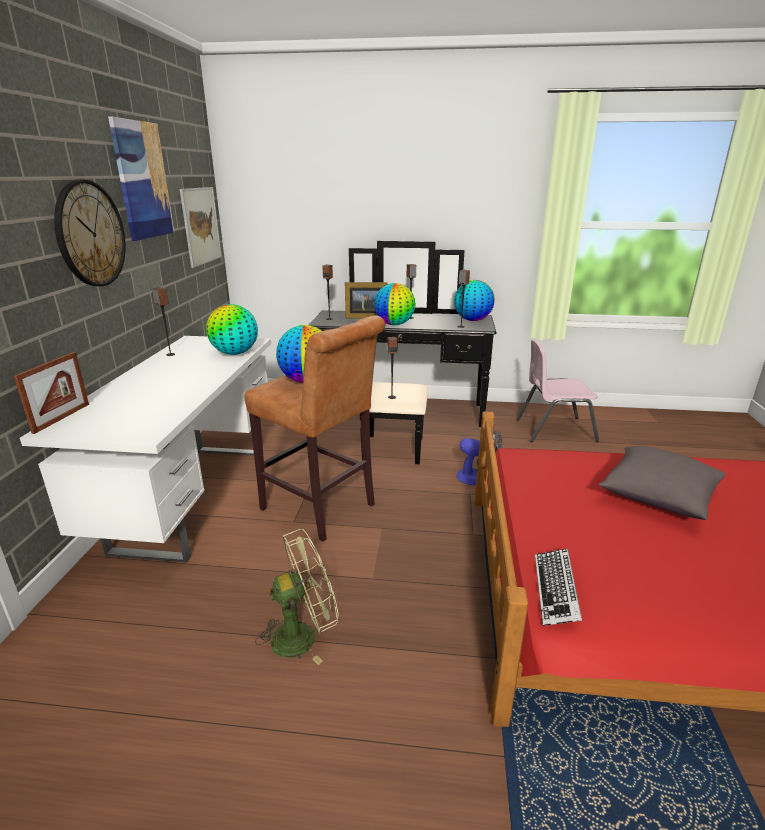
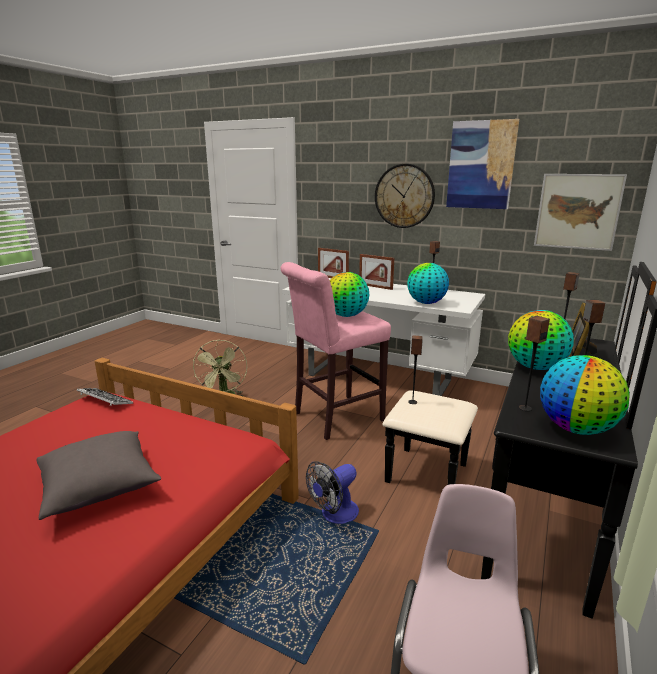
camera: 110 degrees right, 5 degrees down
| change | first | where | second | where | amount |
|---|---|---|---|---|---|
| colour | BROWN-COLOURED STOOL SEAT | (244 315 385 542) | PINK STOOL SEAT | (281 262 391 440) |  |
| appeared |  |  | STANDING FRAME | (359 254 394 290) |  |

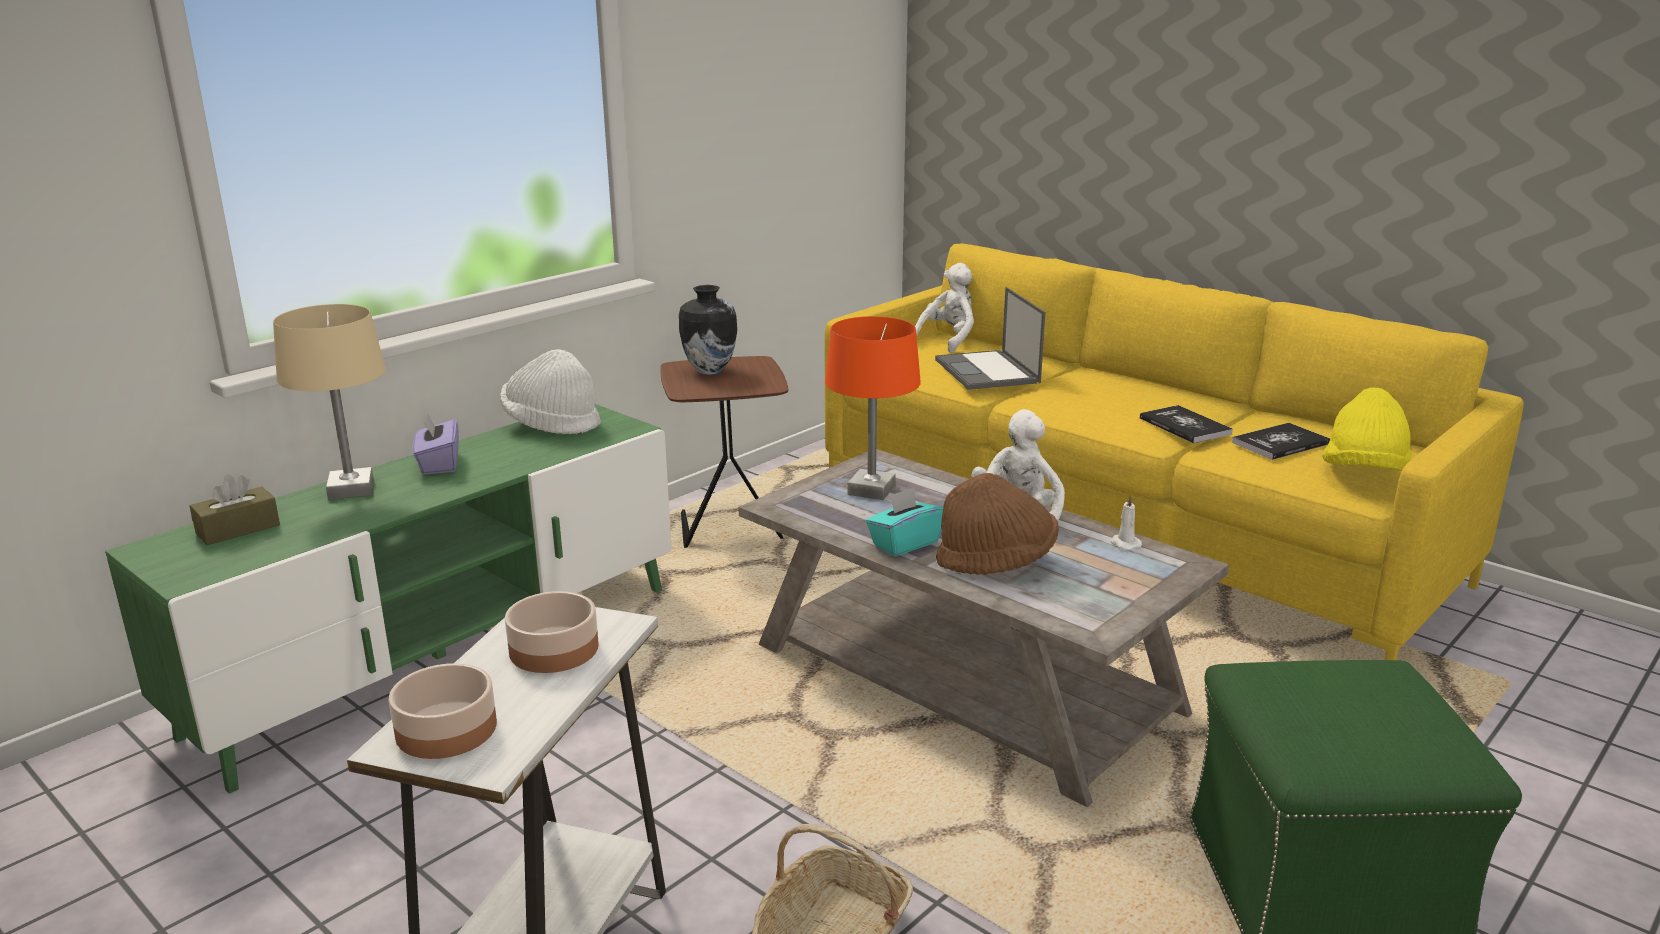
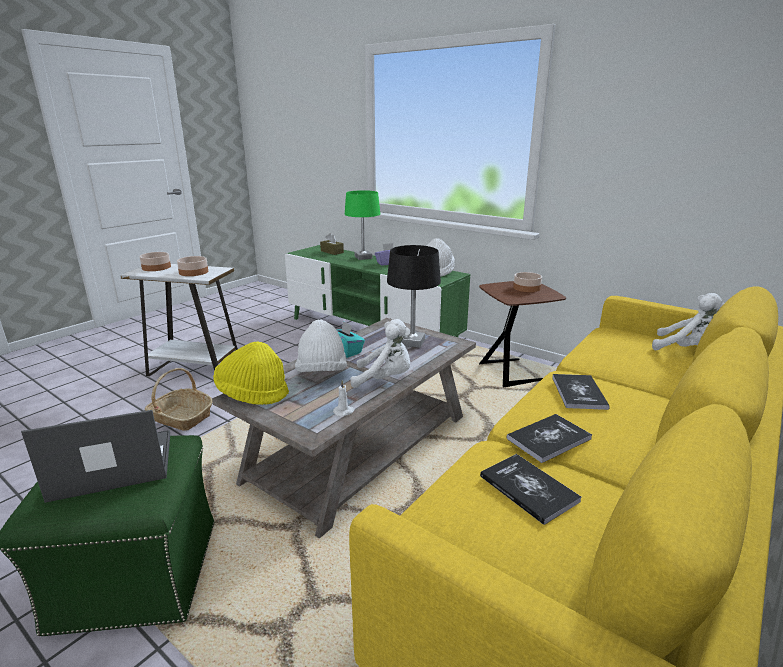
camera: 85 degrees right, 0 degrees up
| change | first | where | second | where | amount |
|---|---|---|---|---|---|
| colour | SAND-COLOURED TABLETOP LAMP | (273 304 386 500) | GREEN TABLETOP LAMP | (345 190 380 260) |  |
| exchanged | FLOWER VASE | (679 285 737 375) | SERVING BOWL | (513 272 542 292) |  |
| colour | ORANGE-COLOURED TABLETOP LAMP | (825 316 921 500) | BLACK TABLETOP LAMP | (387 245 441 348) |  |
| relocated | PORTABLE COMPUTER | (935 287 1045 390) |  | (21 410 170 503) |  |
| colour | BROWN-COLOURED WEARABLE HAT | (936 473 1059 575) | WHITE-COLOURED WEARABLE HAT | (295 319 347 372) |  |
| relocated | YELLOWISH WEARABLE HAT | (1322 387 1412 471) |  | (213 341 289 405) |  |
| appeared |  |  | VOLUME | (552 374 610 410) |  |

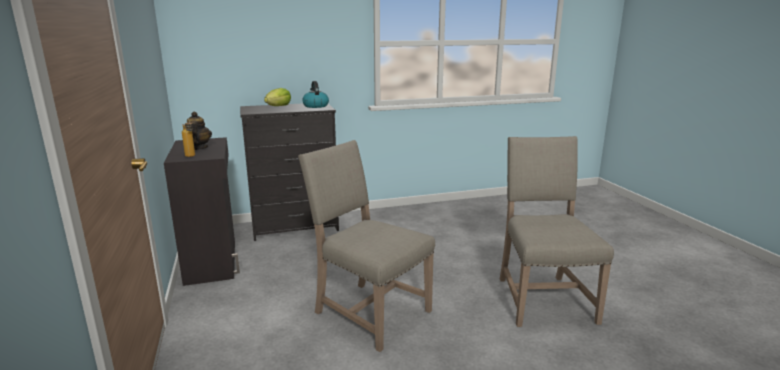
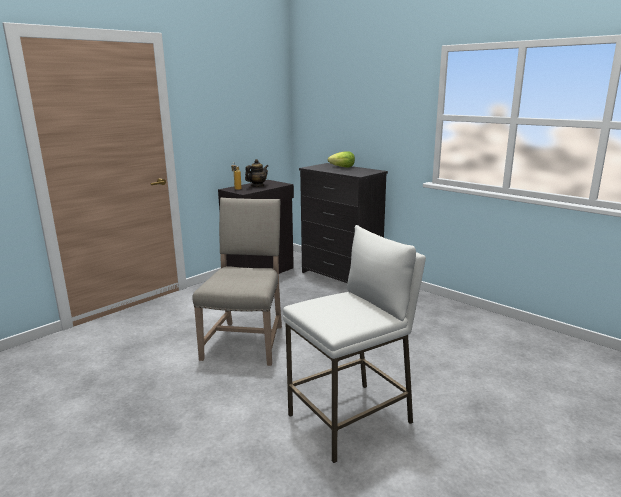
camera: 60 degrees right, 0 degrees up
| change | first | where | second | where | amount |
|---|---|---|---|---|---|
| missing | TEA KETTLE | (302 81 329 108) |  |  |  |
| exchanged | SAND-COLOURED UPRIGHT CHAIR | (500 136 614 327) | WHITE-COLOURED STOOL SEAT | (283 225 426 463) |  |

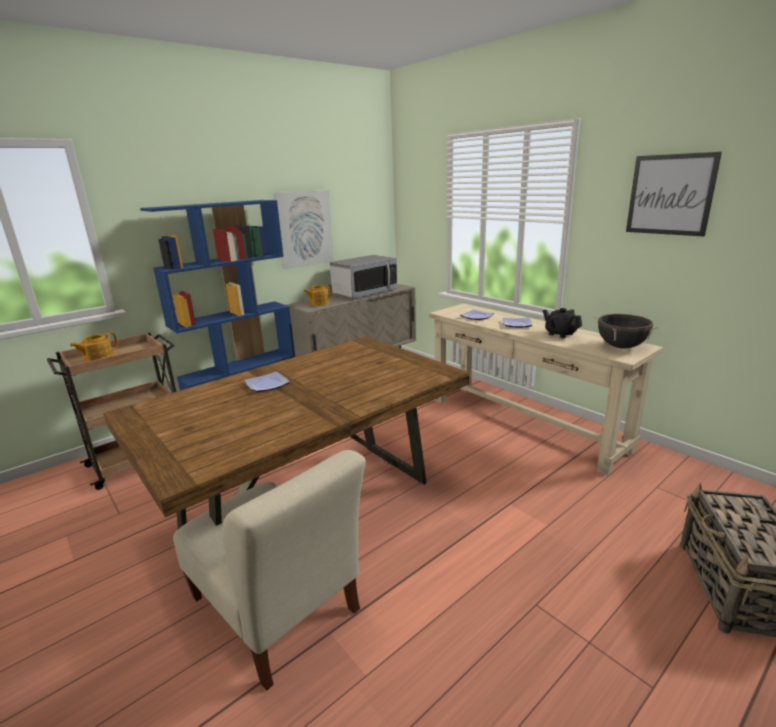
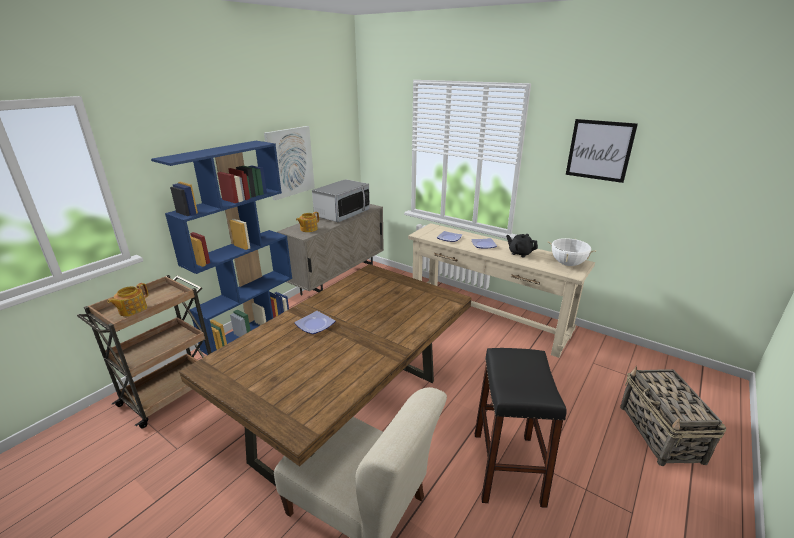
camera: 15 degrees left, 5 degrees up
| change | first | where | second | where | amount |
|---|---|---|---|---|---|
| colour | BLACK STOCKPOT | (594 314 659 349) | WHITE-COLOURED STOCKPOT | (548 238 596 266) |  |
| appeared |  |  | BLACK STOOL SEAT | (475 348 567 508) |  |

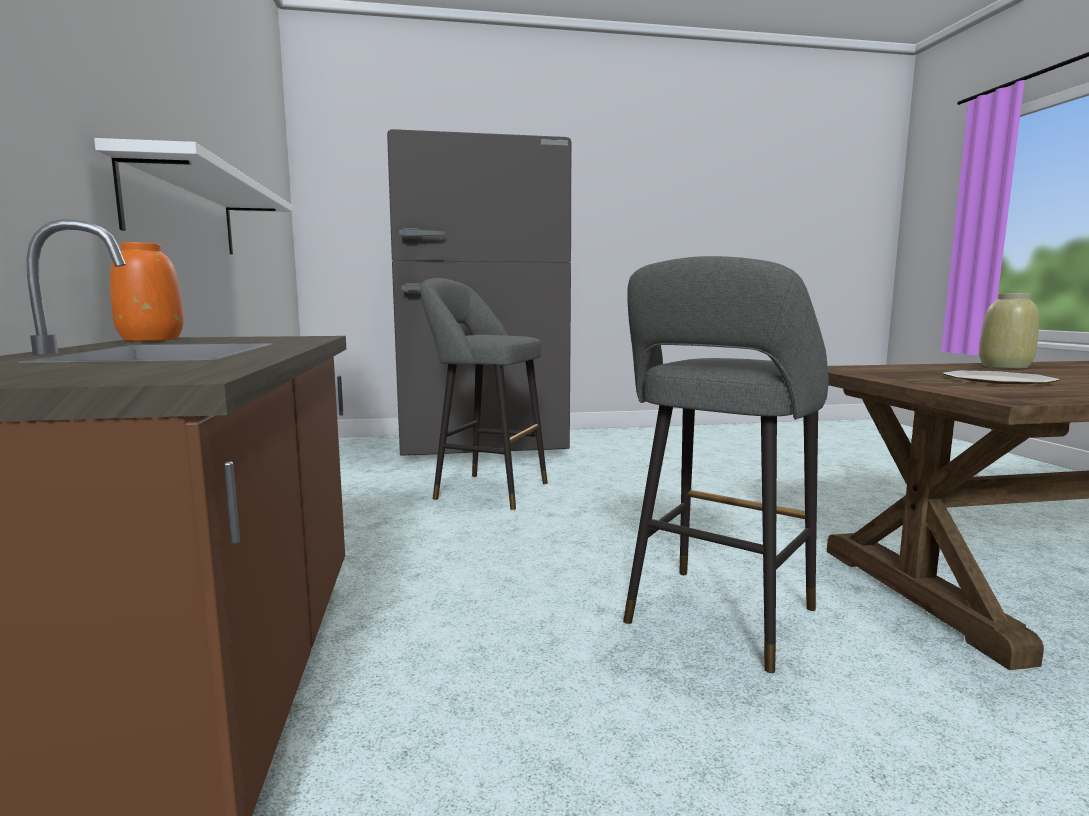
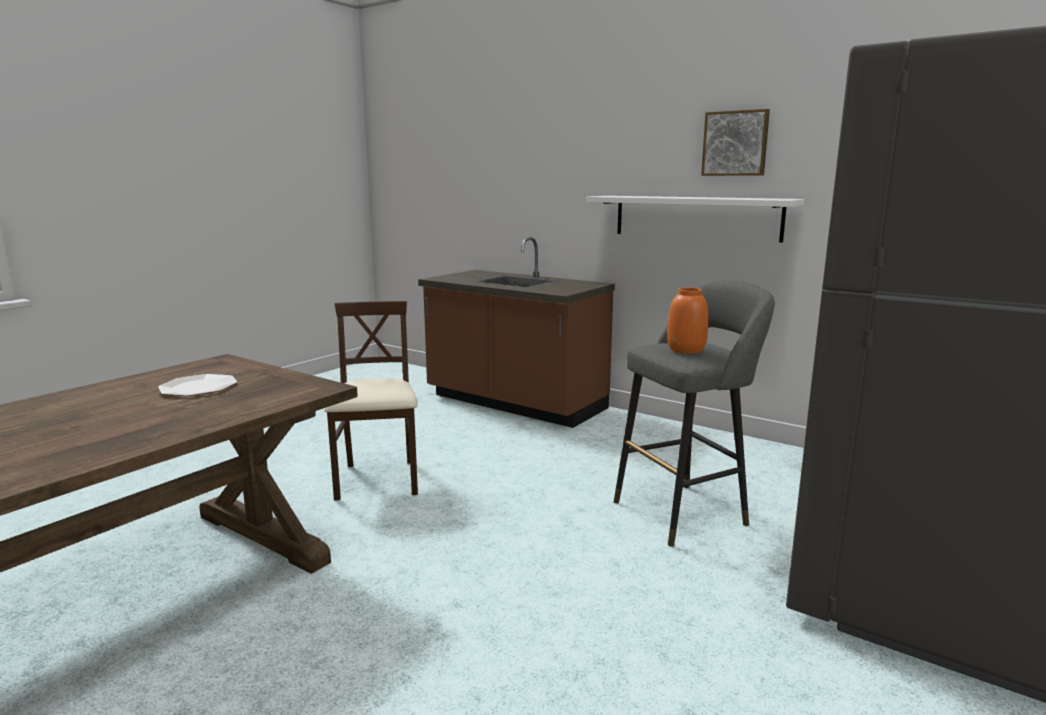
camera: 135 degrees right, 5 degrees up
| change | first | where | second | where | amount |
|---|---|---|---|---|---|
| relocated | ORANGE-COLOURED FLOWER VASE | (110 242 183 341) |  | (667 288 708 354) |  |
| exchanged | GRAY STOOL SEAT | (623 256 829 673) | SAND-COLOURED UPRIGHT CHAIR | (324 301 418 501) |  |
| missing | SAND-COLOURED FLOWER VASE | (979 293 1039 369) |  |  |  |
| appeared |  |  | PICTURE | (701 109 770 176) |  |

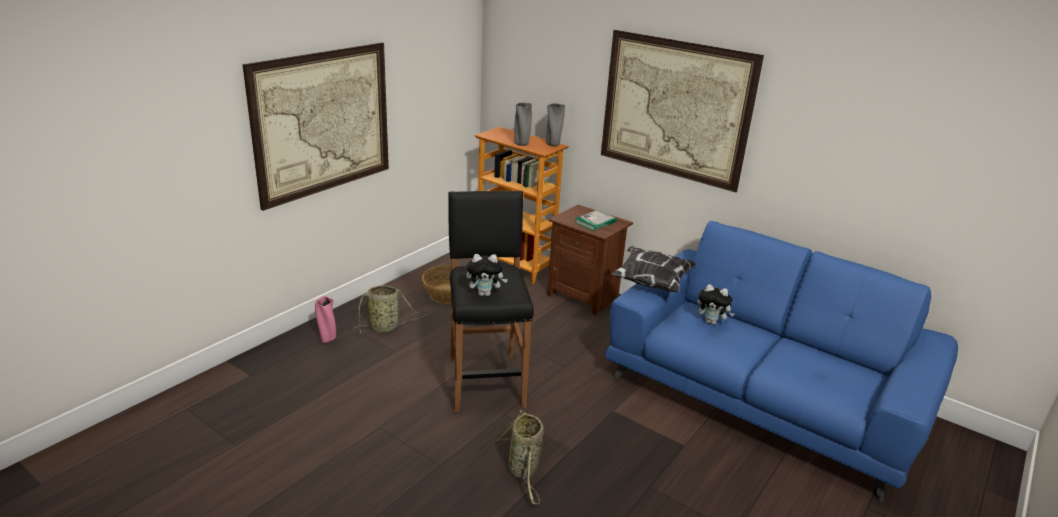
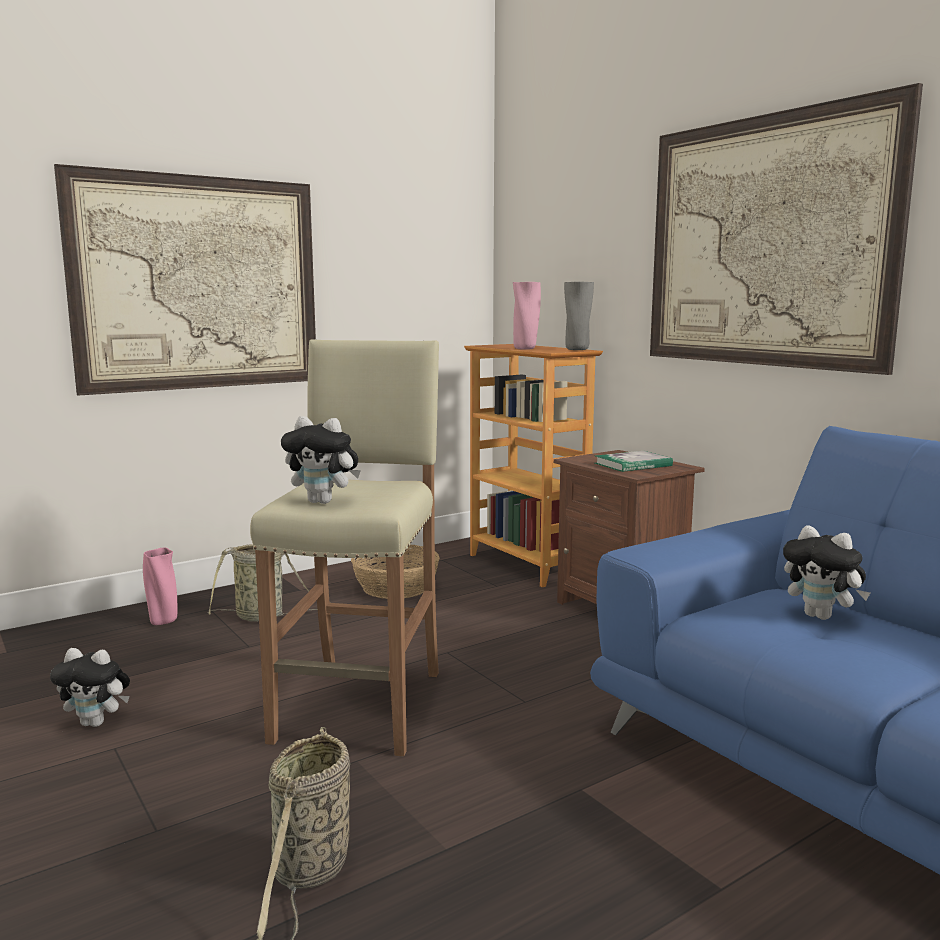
camera: 20 degrees right, 15 degrees down
| change | first | where | second | where | amount |
|---|---|---|---|---|---|
| colour | BLACK STOOL SEAT | (448 191 534 412) | SAND-COLOURED STOOL SEAT | (250 339 439 757) |  |
| colour | GRAY FLOWER VASE | (514 103 532 146) | PINK FLOWER VASE | (513 282 541 350) |  |
| missing | THROW PILLOW | (611 246 696 292) |  |  |  |
| appeared |  |  | PLUSH TOY | (50 648 130 727) |  |

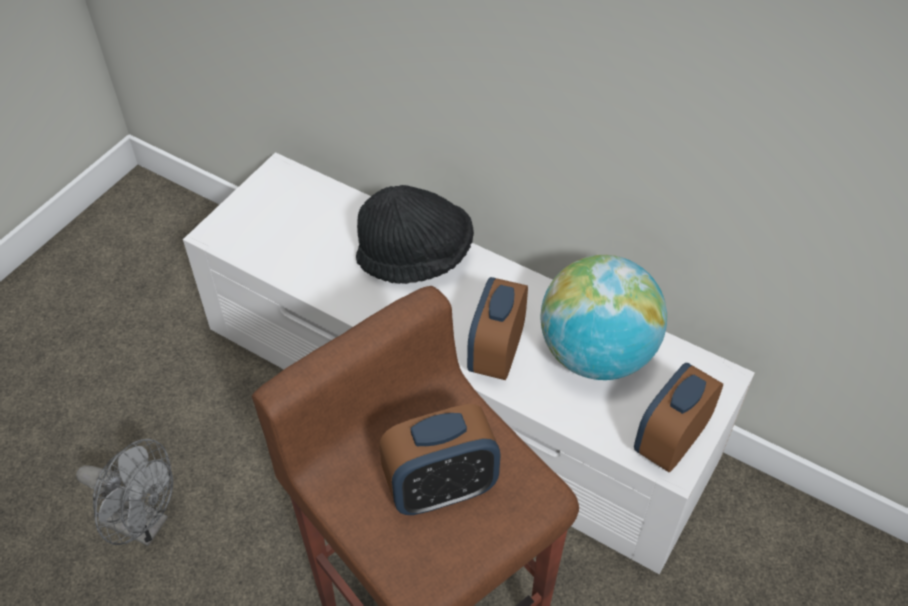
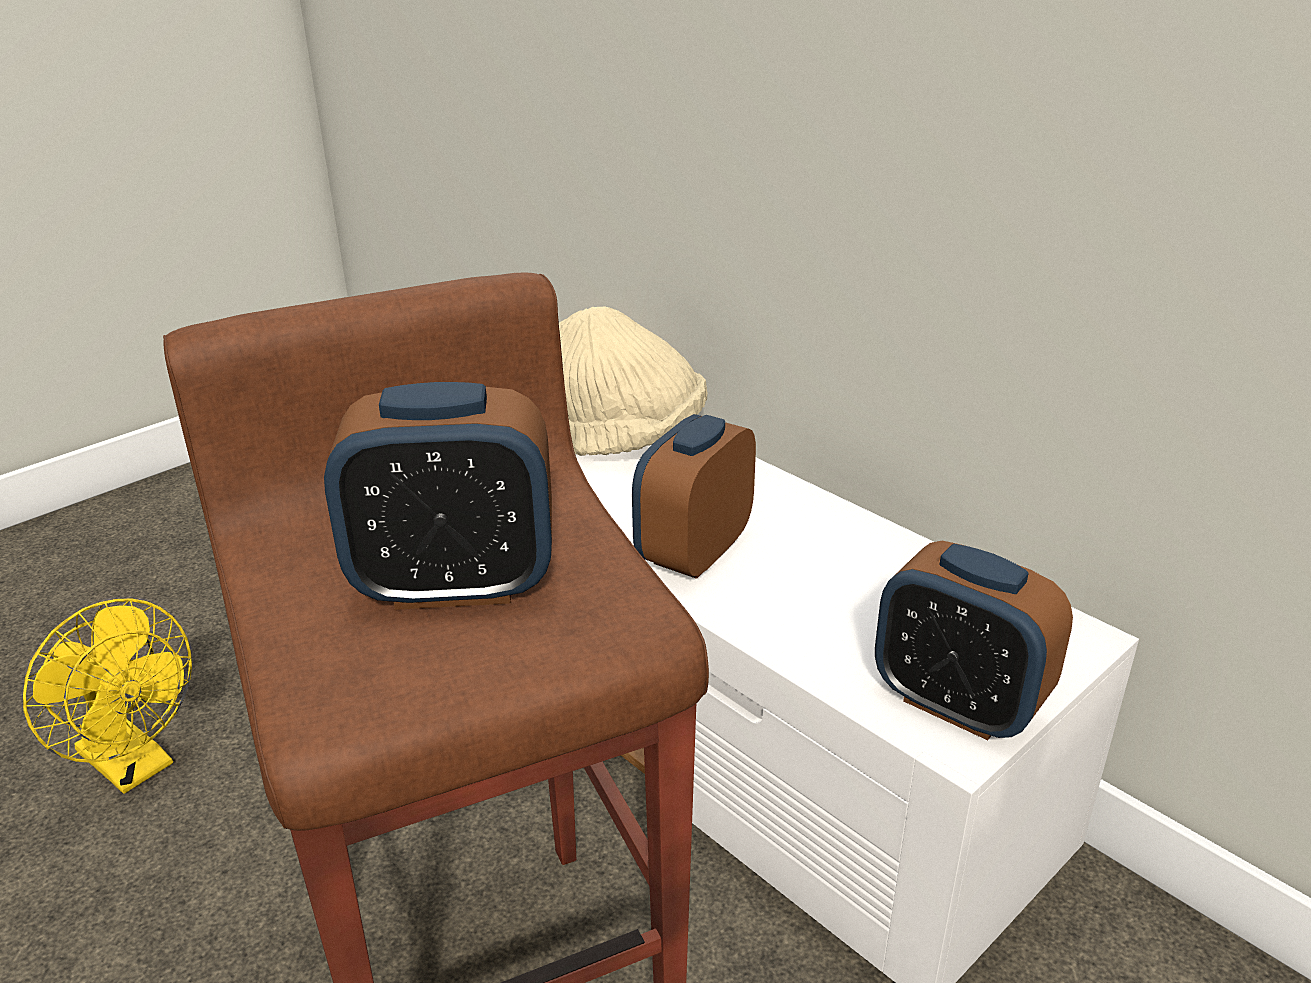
camera: 15 degrees right, 20 degrees down
| change | first | where | second | where | amount |
|---|---|---|---|---|---|
| colour | GRAY FAN | (76 439 173 546) | YELLOWISH FAN | (23 598 192 794) |  |
| colour | BLACK WEARABLE HAT | (356 185 474 284) | SAND-COLOURED WEARABLE HAT | (559 306 707 456) |  |
| missing | WORLD GLOBE | (540 255 667 380) |  |  |  |
| spun | TABLE CLOCK | (634 363 723 472) |  | (875 541 1073 740) | 105 degrees counterclockwise |

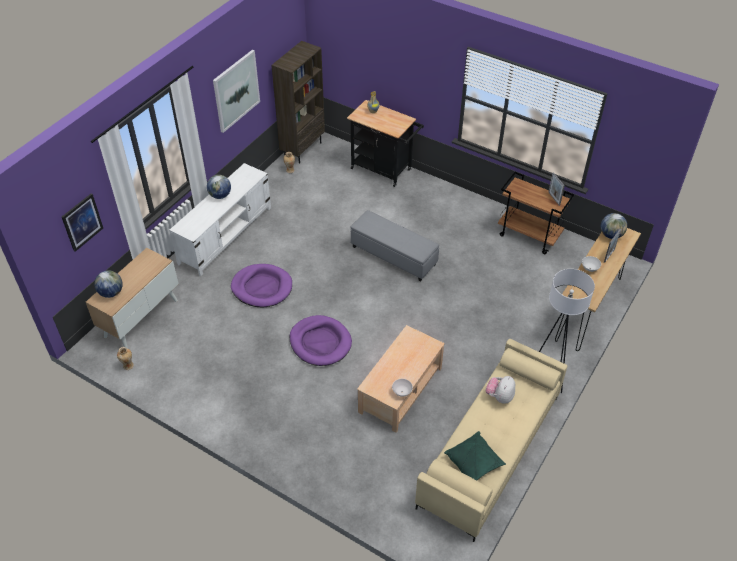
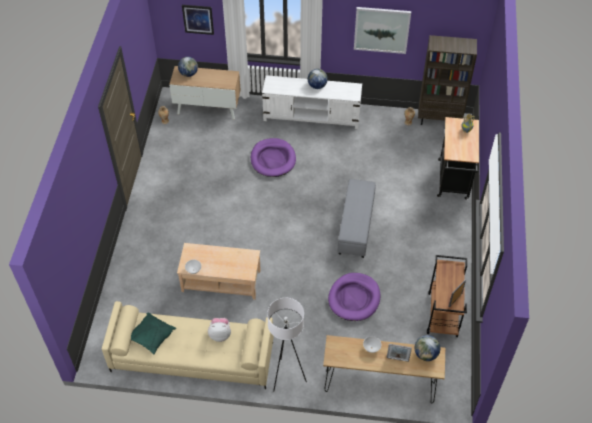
camera: 65 degrees right, 5 degrees up
| change | first | where | second | where | amount |
|---|---|---|---|---|---|
| relocated | PURPLE-COLOURED DOG BED | (290 315 352 366) |  | (328 273 380 321) |  |

